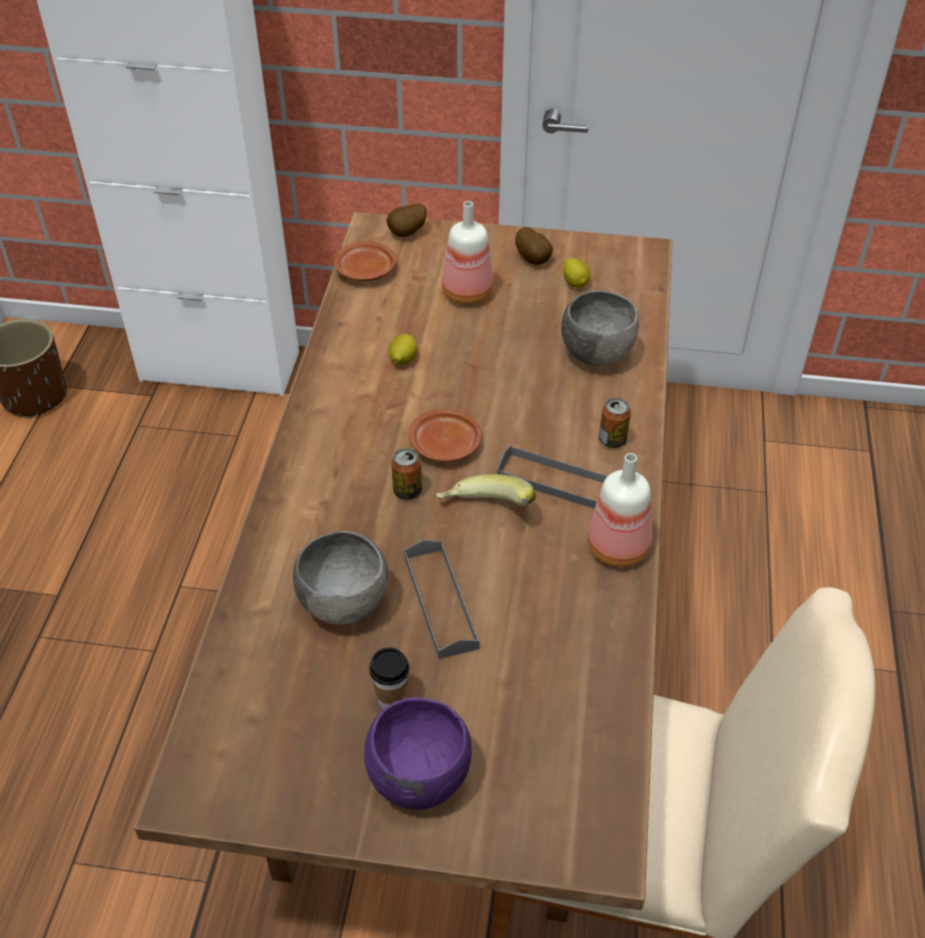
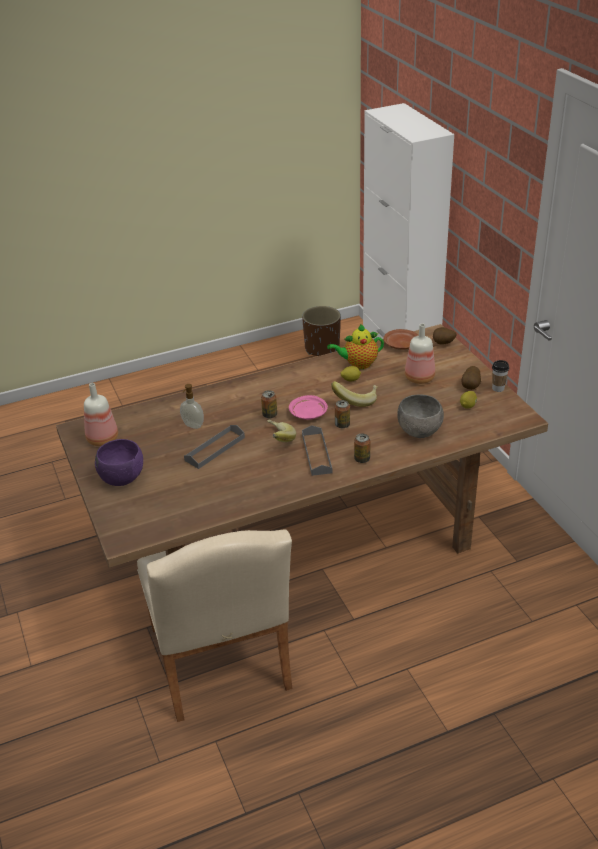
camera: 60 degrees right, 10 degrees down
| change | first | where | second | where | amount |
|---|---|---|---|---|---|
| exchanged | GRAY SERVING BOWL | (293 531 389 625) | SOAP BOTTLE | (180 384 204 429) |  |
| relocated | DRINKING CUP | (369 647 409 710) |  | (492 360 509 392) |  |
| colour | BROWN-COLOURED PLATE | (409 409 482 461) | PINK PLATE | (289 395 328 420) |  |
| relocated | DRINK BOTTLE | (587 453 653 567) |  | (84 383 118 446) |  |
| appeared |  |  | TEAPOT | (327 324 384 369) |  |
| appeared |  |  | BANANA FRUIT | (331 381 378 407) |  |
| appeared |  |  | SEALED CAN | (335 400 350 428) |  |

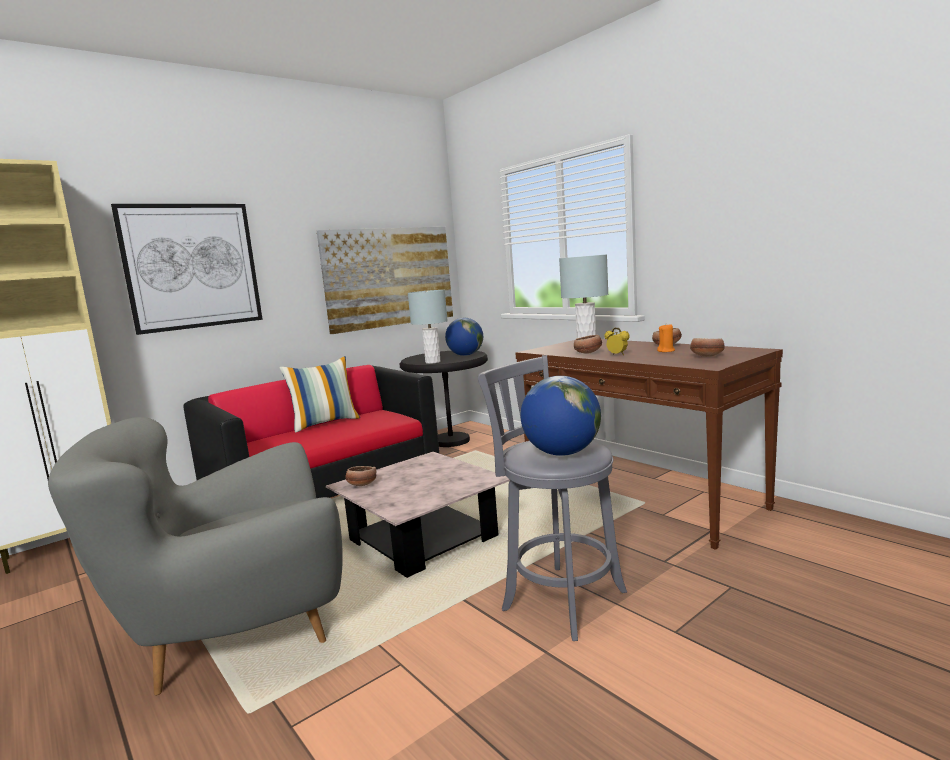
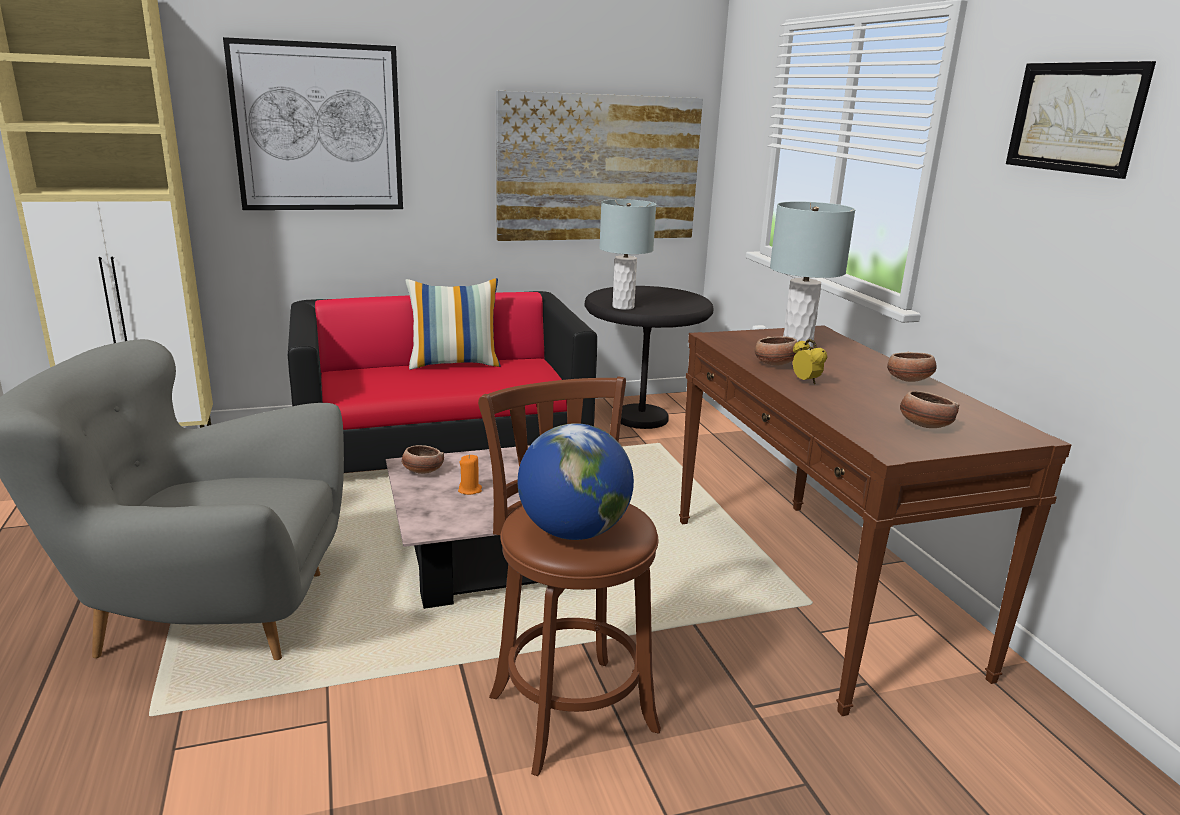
camera: 20 degrees right, 10 degrees up
| change | first | where | second | where | amount |
|---|---|---|---|---|---|
| missing | WORLD GLOBE | (445 318 483 356) |  |  |  |
| colour | GRAY STOOL SEAT | (478 355 627 641) | BROWN-COLOURED STOOL SEAT | (478 376 661 776) |  |
| relocated | ORANGE-COLOURED WAX CANDLE | (657 324 675 352) |  | (458 455 482 495) |  |
| appeared |  |  | PICTURE | (1006 61 1156 179) |  |

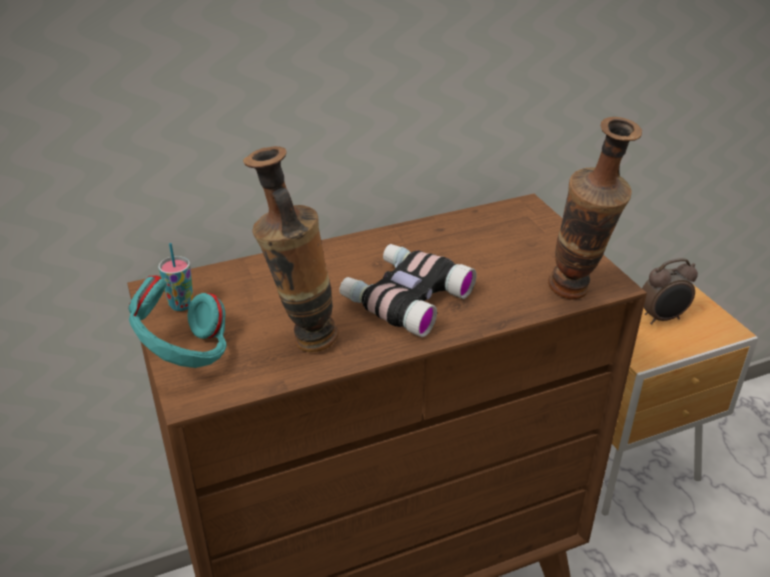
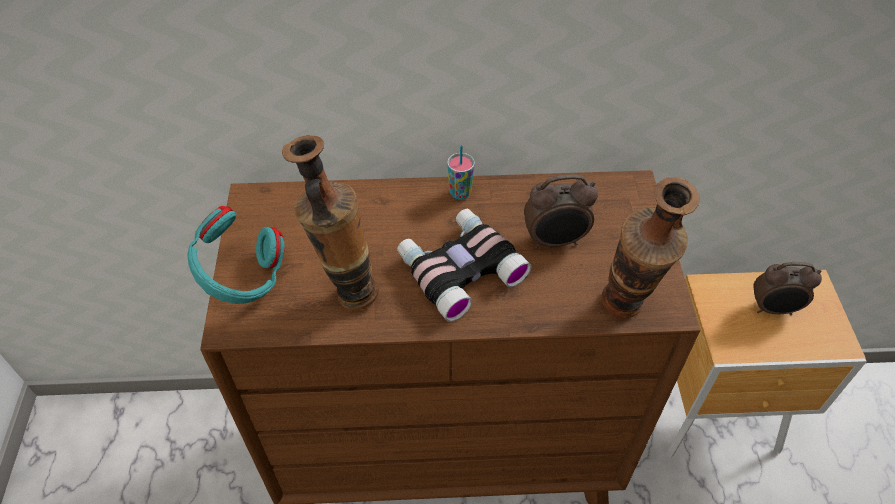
camera: 20 degrees right, 15 degrees up
| change | first | where | second | where | amount |
|---|---|---|---|---|---|
| relocated | DRINKING CUP | (158 243 193 311) |  | (447 145 475 200) |  |
| appeared |  |  | TABLE CLOCK | (524 174 598 249) |  |

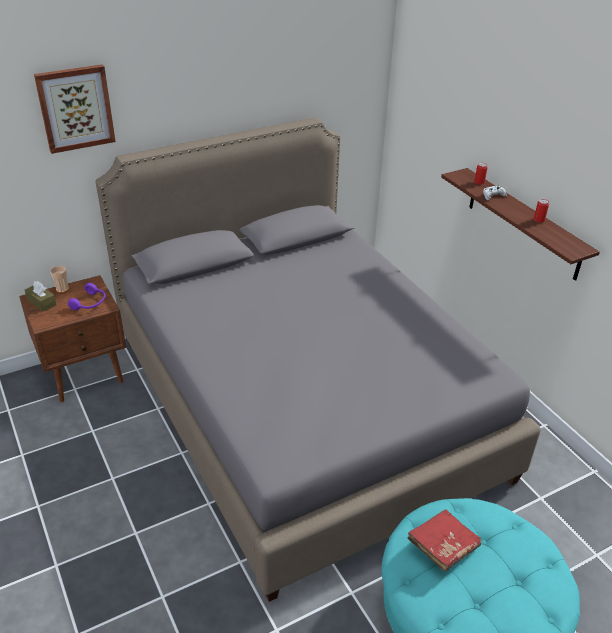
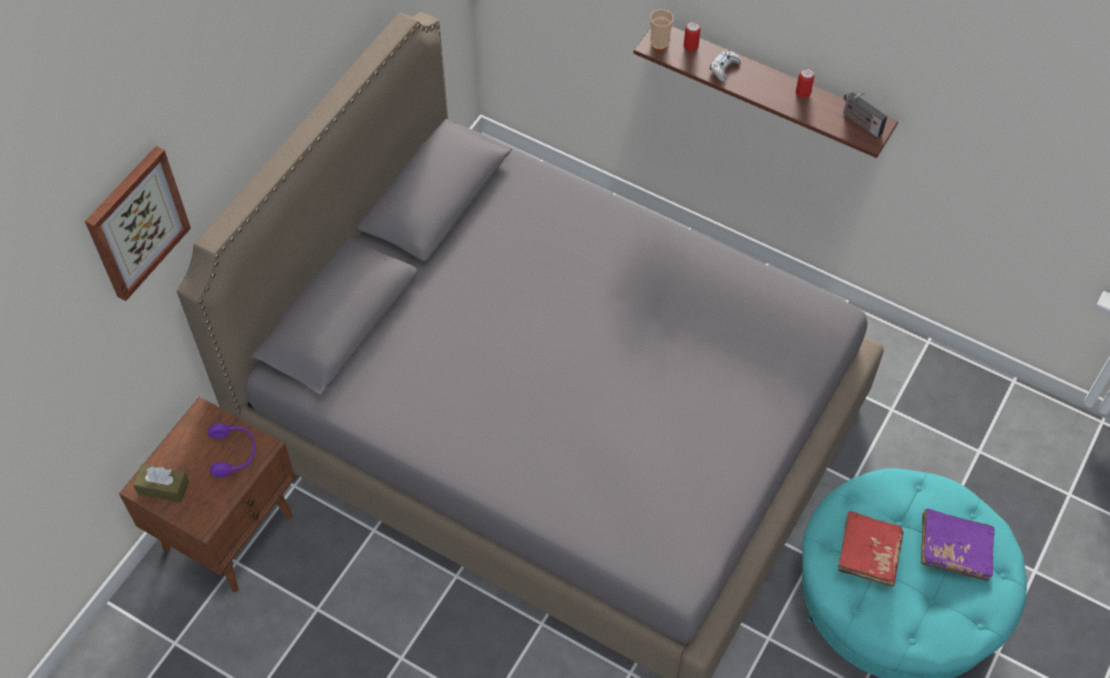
camera: 30 degrees left, 20 degrees up
| change | first | where | second | where | amount |
|---|---|---|---|---|---|
| relocated | DRINKING CUP | (50 266 69 293) |  | (650 9 674 50) |  |
| appeared |  |  | RADIO RECEIVER | (843 92 887 138) |  |
| appeared |  |  | PURPLE-COLOURED VOLUME | (921 508 995 581) |  |

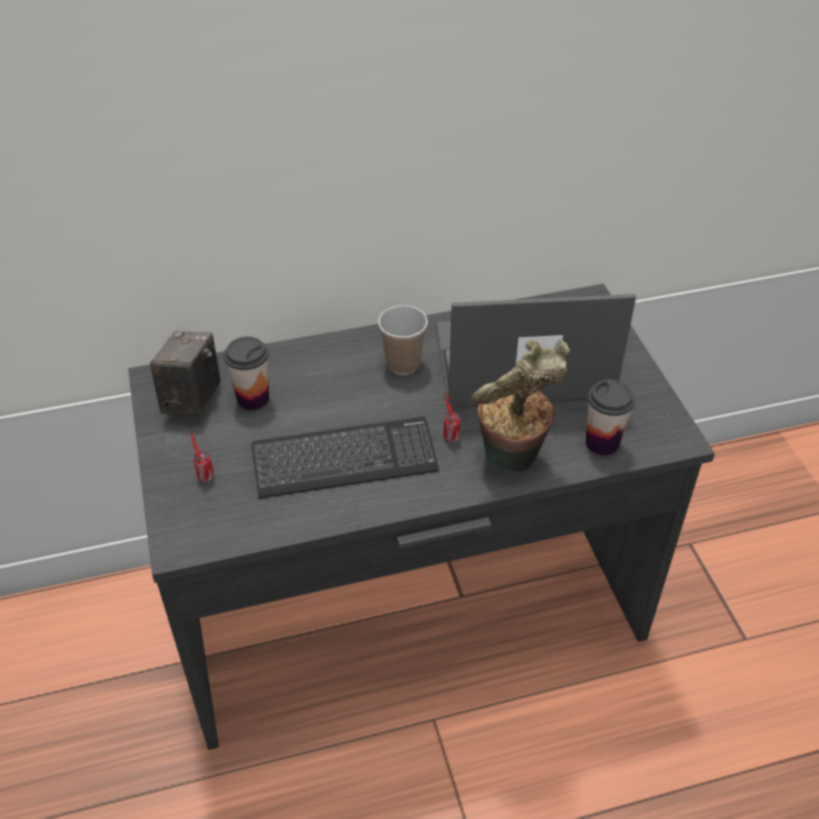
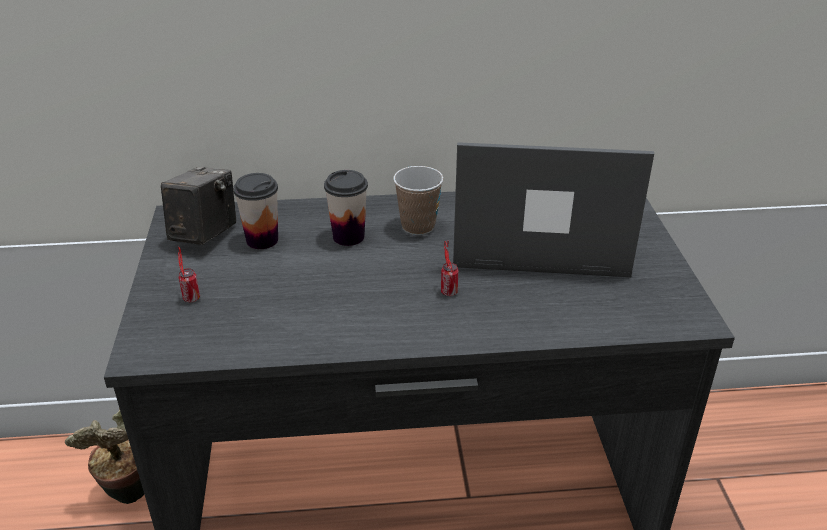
camera: 10 degrees right, 10 degrees down
| change | first | where | second | where | amount |
|---|---|---|---|---|---|
| missing | KEYBOARD | (251 417 439 498) |  |  |  |
| relocated | HOUSEPLANT | (472 340 570 471) |  | (65 408 144 504) |  |
| relocated | DRINKING CUP | (586 380 635 455) |  | (324 170 368 246) |  |

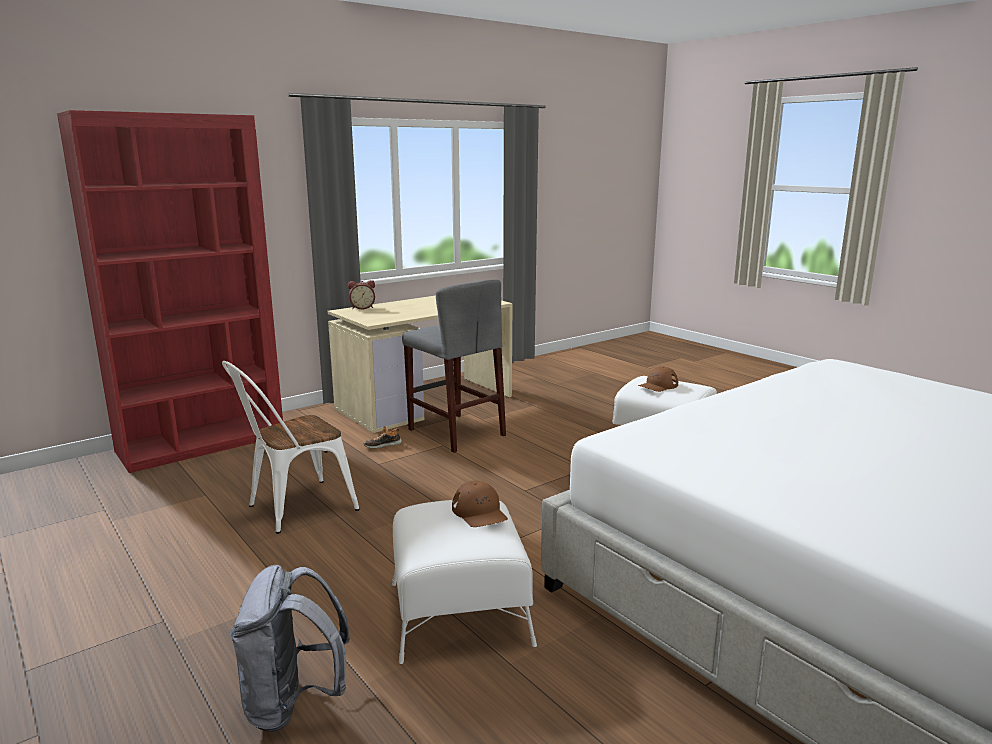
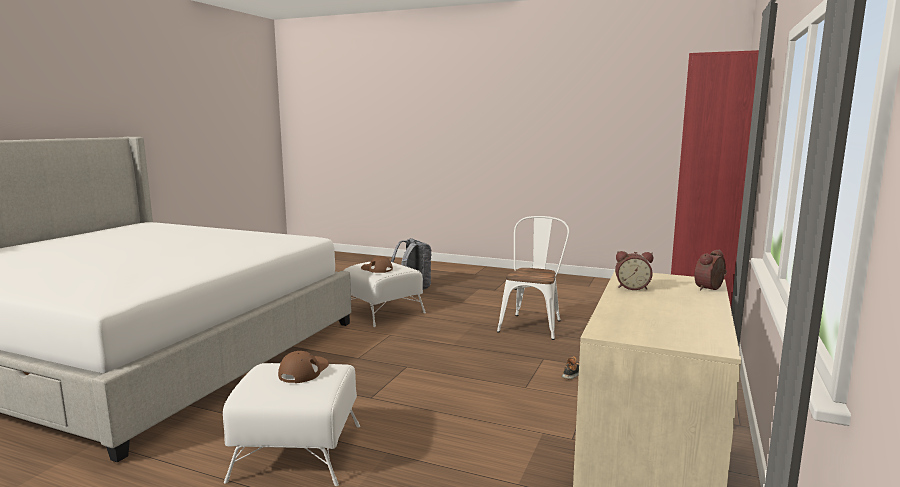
camera: 150 degrees right, 5 degrees down
| change | first | where | second | where | amount |
|---|---|---|---|---|---|
| missing | GRAY STOOL SEAT | (402 279 506 453) |  |  |  |
| appeared |  |  | TABLE CLOCK | (615 251 653 290) |  |

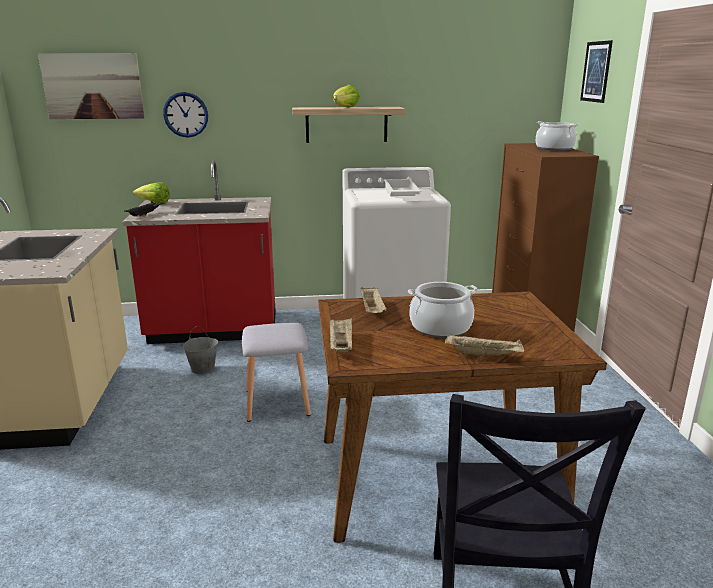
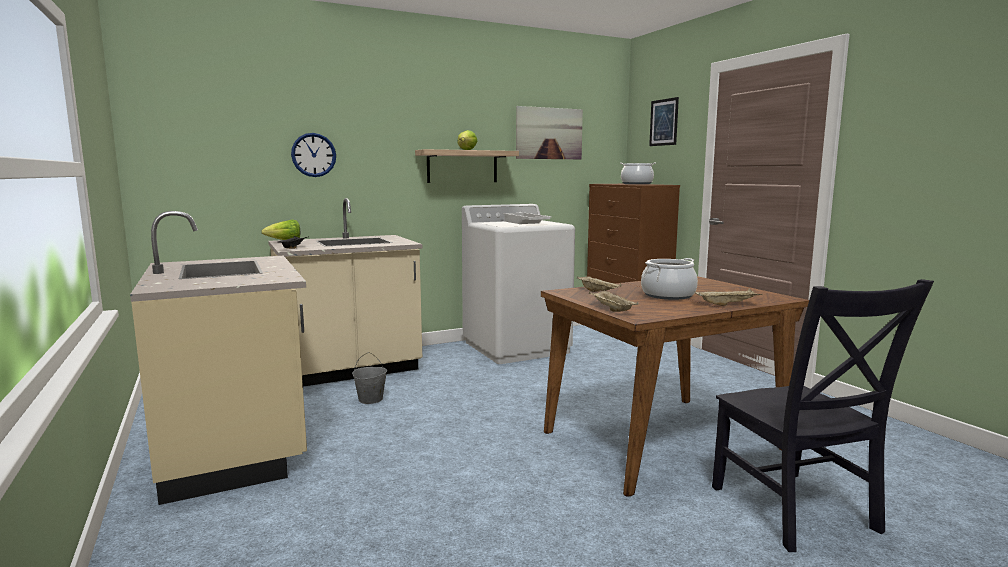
camera: 20 degrees left, 10 degrees down
| change | first | where | second | where | amount |
|---|---|---|---|---|---|
| relocated | PICTURE | (38 53 145 119) |  | (516 106 583 160) |  |
| colour | REDDISH COUNTER | (123 161 276 344) | SAND-COLOURED COUNTER | (268 198 423 387) |  |
| missing | GRAY STOOL SEAT | (242 323 311 422) |  |  |  |

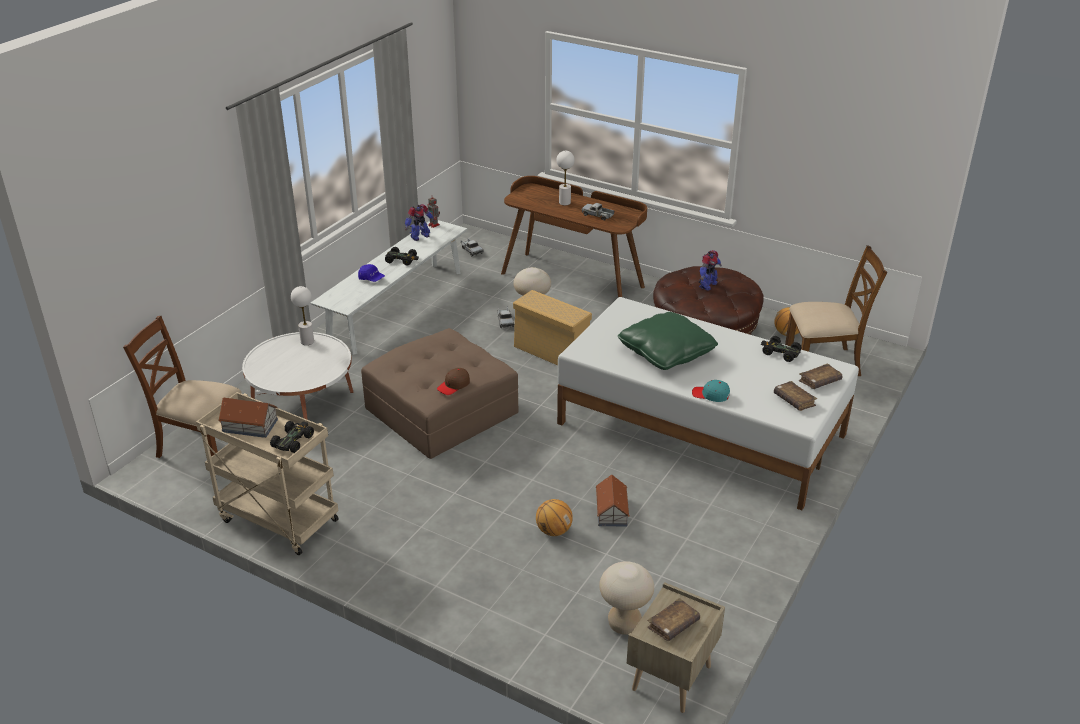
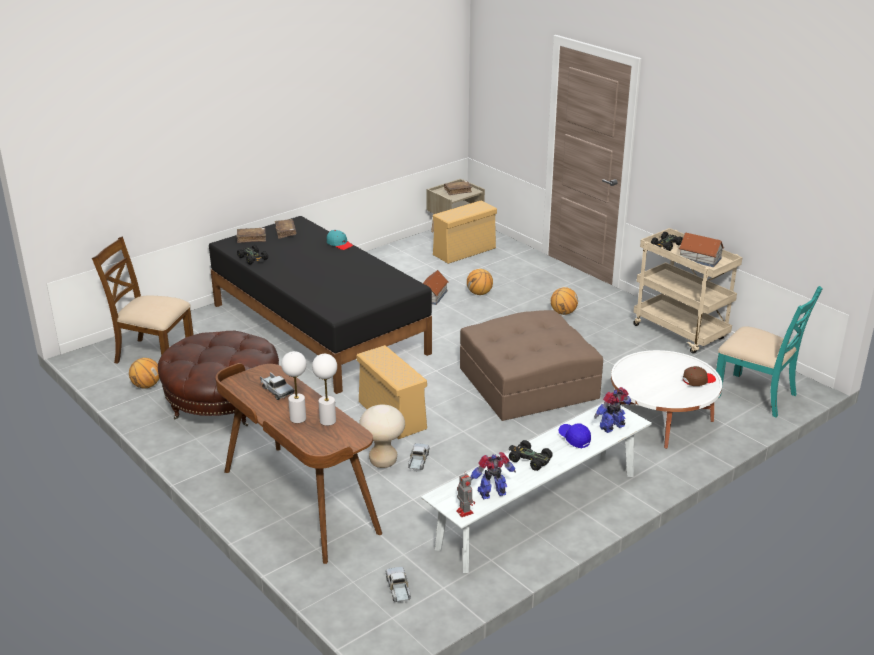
camera: 160 degrees left, 5 degrees down
| change | first | where | second | where | amount |
|---|---|---|---|---|---|
| colour | BROWN-COLOURED UPRIGHT CHAIR | (123 316 242 458) | TURQUOISE UPRIGHT CHAIR | (716 286 823 418) |  |
| relocated | WHITE-COLOURED TABLETOP LAMP | (291 286 314 345) |  | (312 354 337 426) |  |
| relocated | BROWN-COLOURED PEAKED CAP | (437 368 470 395) |  | (683 366 716 386) |  |
| colour | WHITE-COLOURED BEDROOM BED | (557 297 859 510) | BLACK BEDROOM BED | (209 216 432 394) |  |
| exchanged | SAND-COLOURED STOOL SEAT | (599 561 654 635) | SAND-COLOURED STORAGE BIN | (433 201 497 264) |  |
| missing | GREEN THROW PILLOW | (618 312 718 370) |  |  |  |
| relocated | TOY ROBOT | (699 250 722 291) |  | (594 387 631 433) |  |
| appeared |  |  | BASKETBALL BALL | (551 287 578 315) |  |

